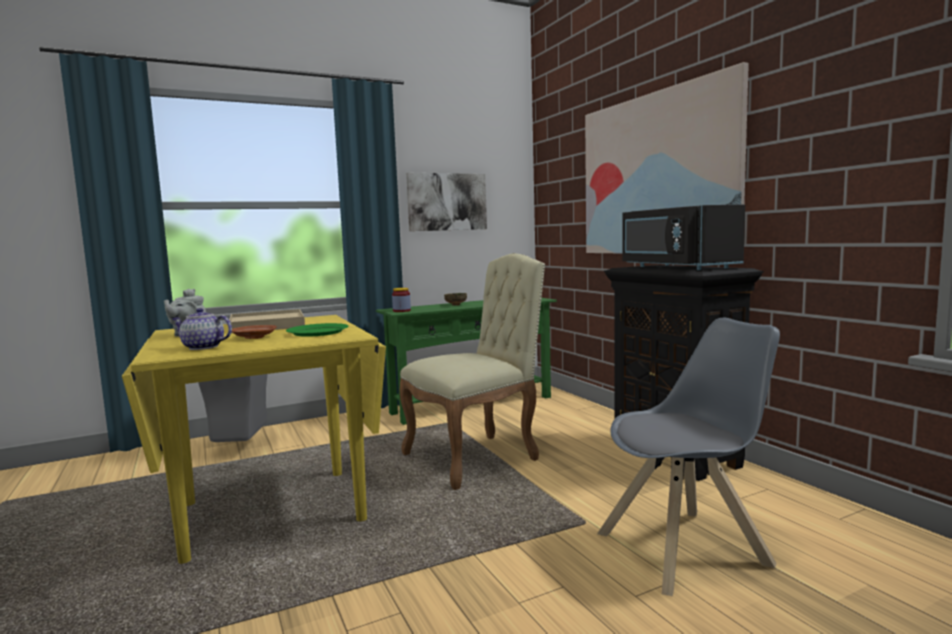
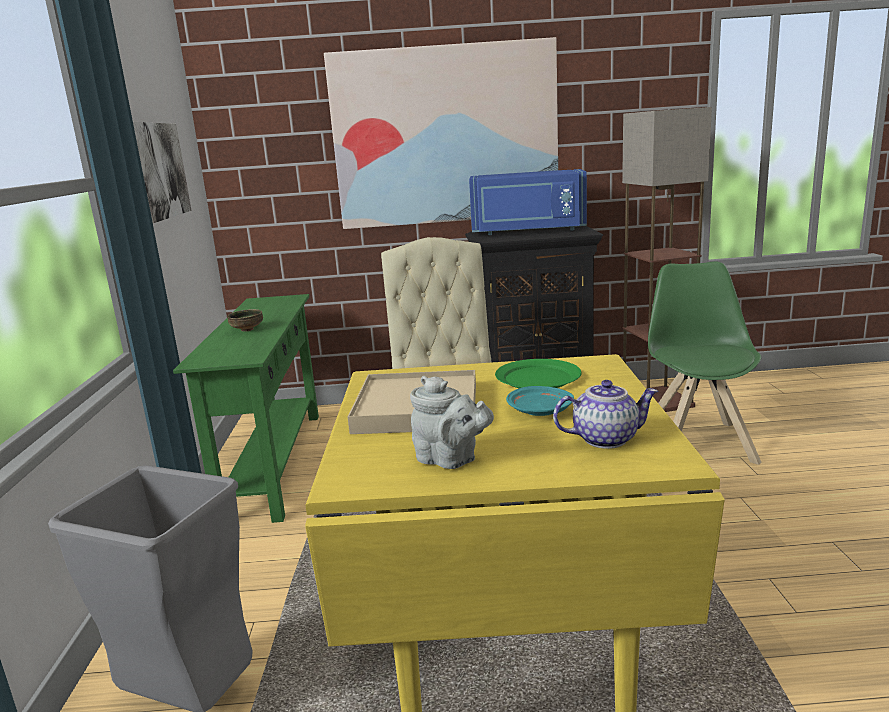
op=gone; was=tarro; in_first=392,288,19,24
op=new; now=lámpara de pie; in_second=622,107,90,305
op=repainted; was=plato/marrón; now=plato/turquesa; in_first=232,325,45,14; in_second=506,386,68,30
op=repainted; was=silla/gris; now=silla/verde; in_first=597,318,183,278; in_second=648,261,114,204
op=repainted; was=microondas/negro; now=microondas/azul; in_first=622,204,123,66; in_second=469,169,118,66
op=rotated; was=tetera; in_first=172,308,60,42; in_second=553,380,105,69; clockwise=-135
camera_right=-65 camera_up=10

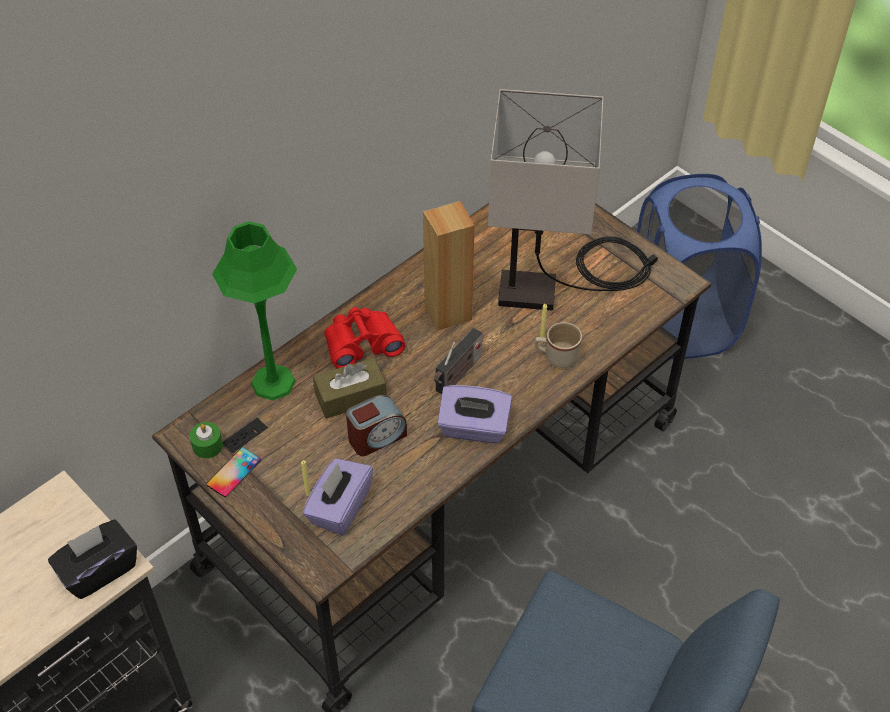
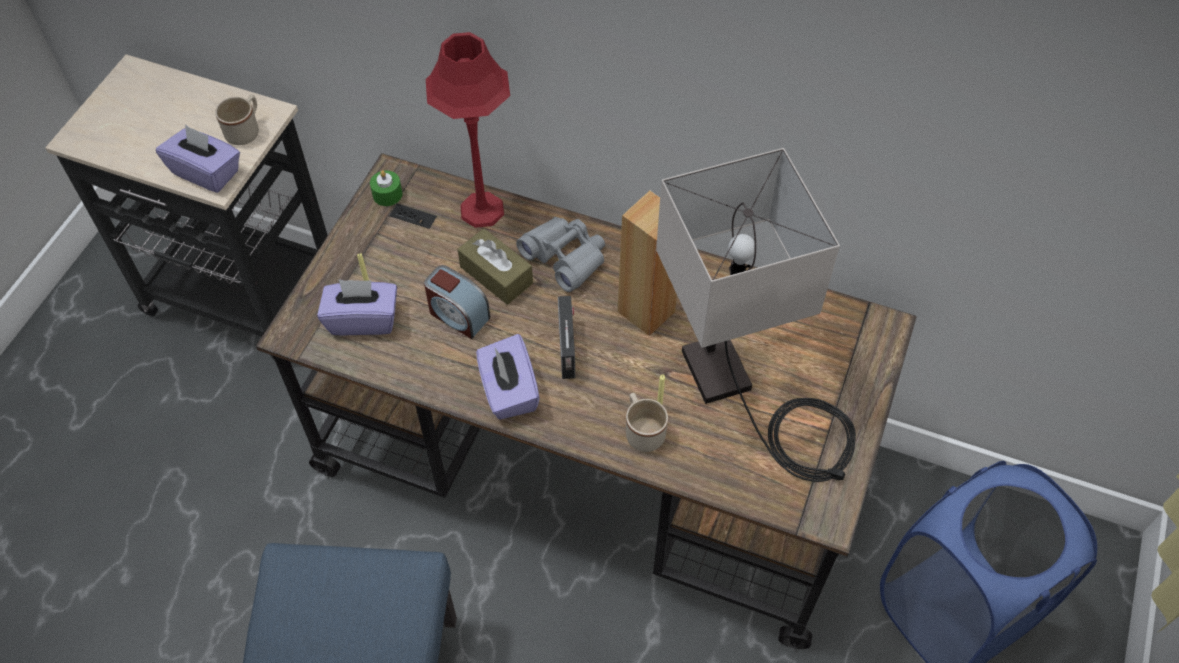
op=gone; was=móvil; in_first=206,447,55,50
op=new; now=taza grande/beis; in_second=215,94,44,51
op=repainted; was=caja de pañuelos/negro; now=caja de pañuelos/morado; in_first=48,520,89,79; in_second=156,124,84,69
op=repainted; was=lámpara de mesa/verde; now=lámpara de mesa/rojo; in_first=212,221,85,180; in_second=426,32,84,196
op=repainted; was=prismáticos/rojo; now=prismáticos/gris; in_first=324,307,81,62; in_second=516,217,89,75
op=rotated; was=radio; in_first=434,328,48,66; in_second=558,296,17,83; clockwise=-105
camera_right=65 camera_up=5

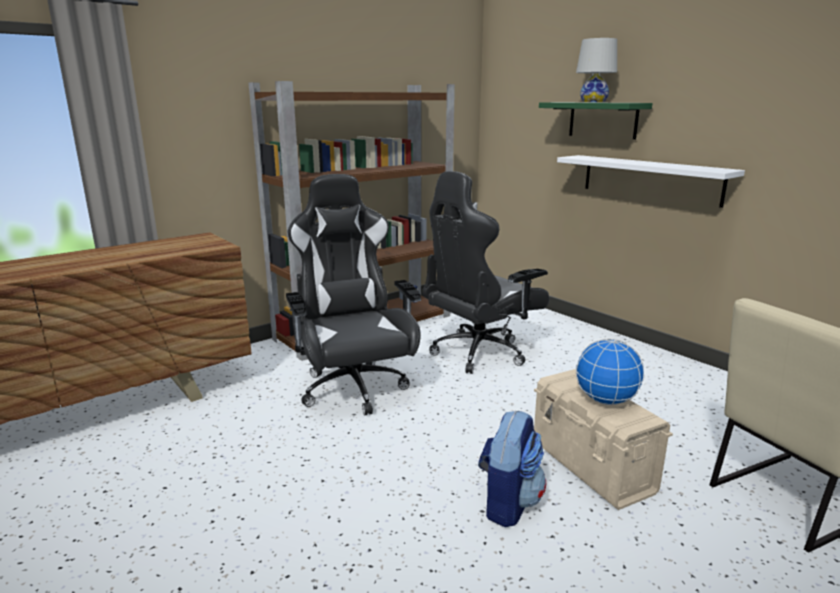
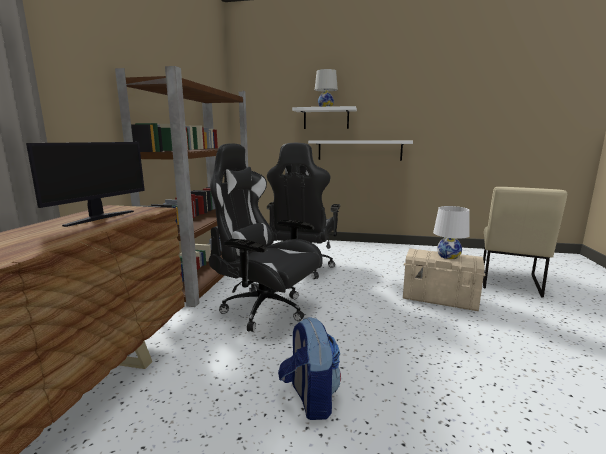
op=new; now=monitor; in_second=26,142,119,85
op=shifted; was=mochila; in_first=478,410,68,117; in_second=278,318,63,102
op=swapped; was=globo terráqueo; now=lámpara de mesa/blanco; in_first=575,339,70,66; in_second=433,206,37,53
op=repainted; was=estante/verde; now=estante/blanco; in_first=539,102,114,38; in_second=292,106,65,23
camera_right=-40 camera_up=-5

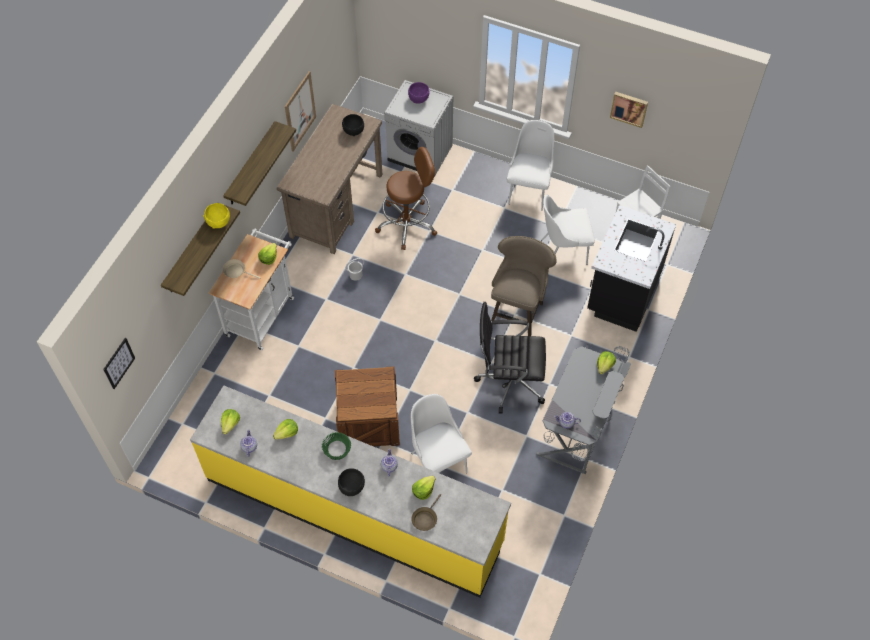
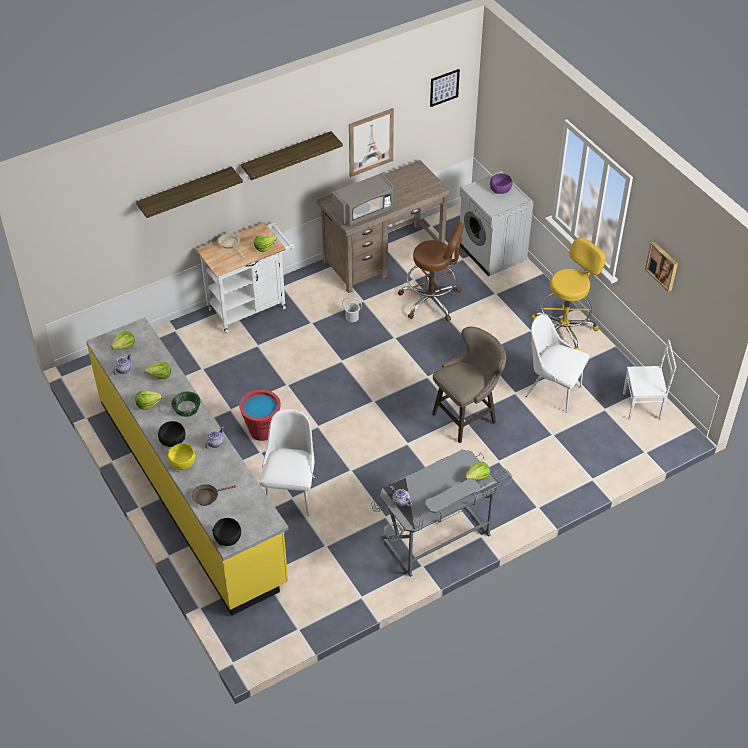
op=gone; was=silla de oficina/negro; in_first=474,302,72,112
op=gone; was=mueble bajo de cocina/negro; in_first=587,205,89,127
op=new; now=microondas/gris; in_second=332,173,61,53
op=shifted; was=cuadro; in_first=103,338,32,51; in_second=430,69,30,38
op=shifted; was=cuenco/amarillo; in_first=203,203,27,26; in_second=168,443,27,27
op=shifted; was=cuenco/negro; in_first=342,114,22,22; in_second=212,518,29,28
op=shifted; was=lechuga; in_first=412,476,24,24; in_second=135,390,27,20
op=swapped; was=caja de embalaje; now=cubo/rojo; in_first=335,366,65,80; in_second=239,389,42,52
op=swapped; was=silla/blanco; now=taburete/amarillo; in_first=507,120,47,91; in_second=531,237,75,113
camera_right=35 camera_up=-10

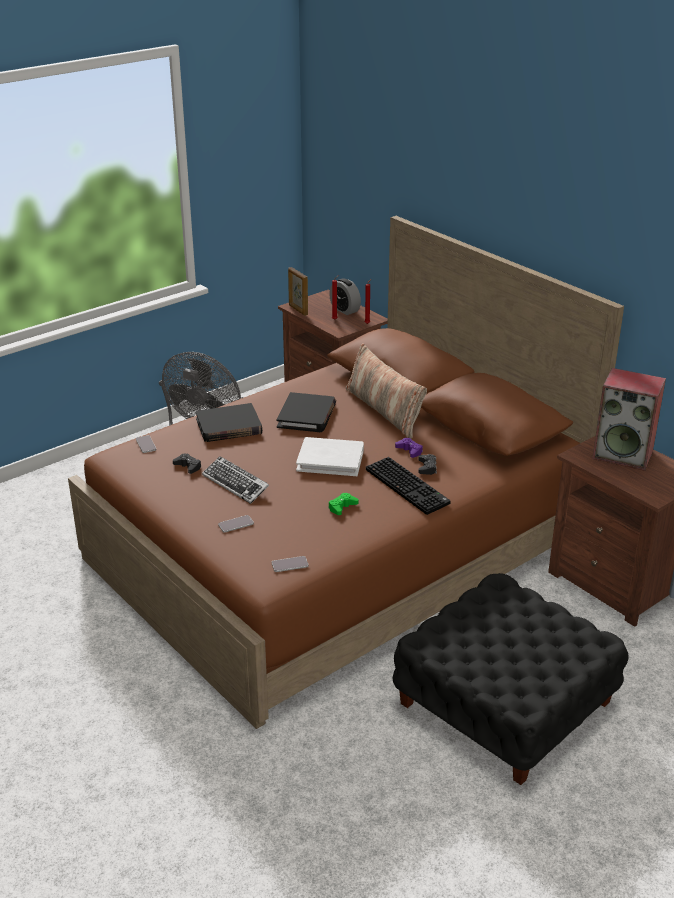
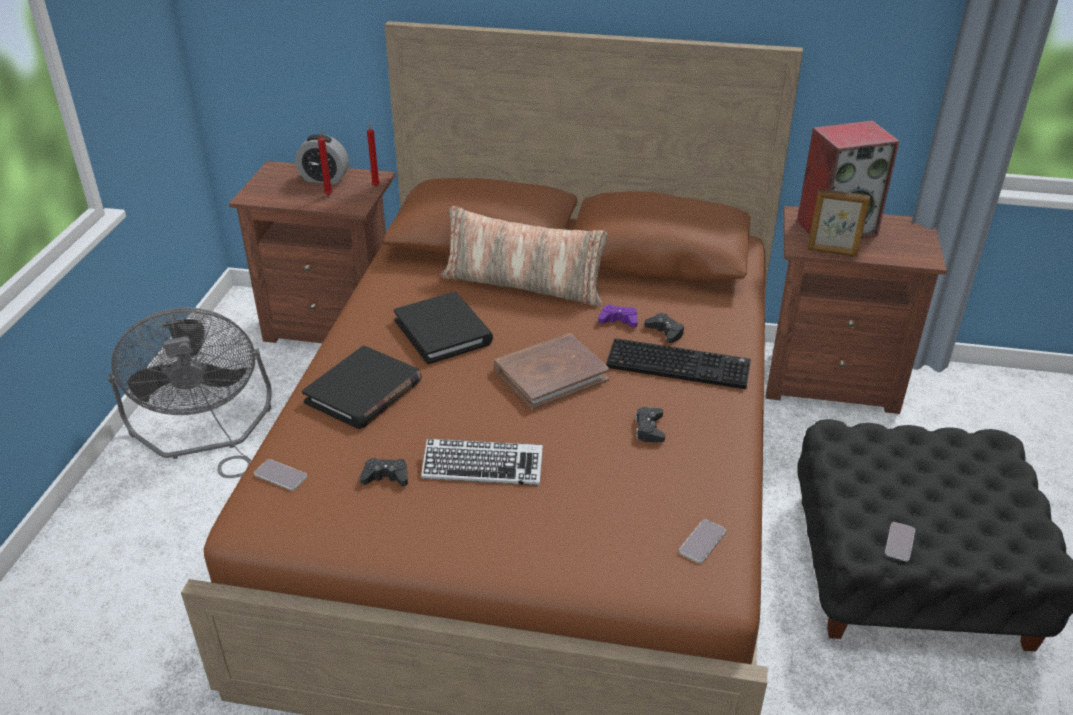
op=shifted; was=móvil; in_first=218,515,36,17; in_second=885,522,30,40
op=shifted; was=portarretratos; in_first=288,267,20,49; in_second=807,189,63,68
op=repainted; was=libro/blanco; now=libro/marrón; in_first=296,437,68,39; in_second=494,333,115,77
op=repainted; was=mando de consola/verde; now=mando de consola/negro; in_first=328,493,30,22; in_second=635,407,30,35
camera_right=-40 camera_up=5

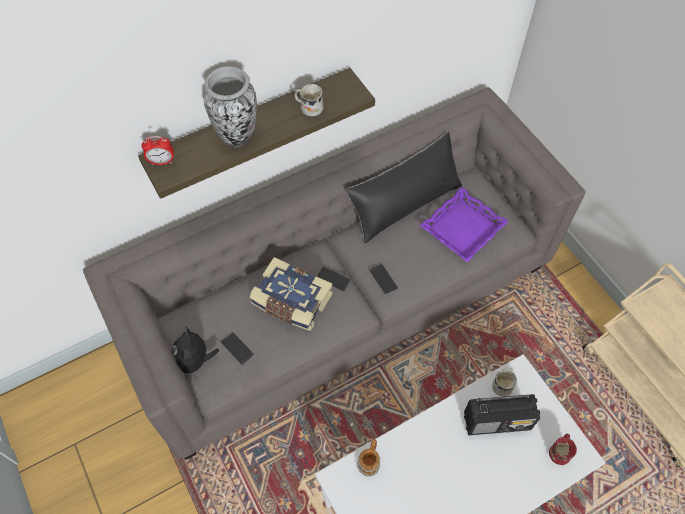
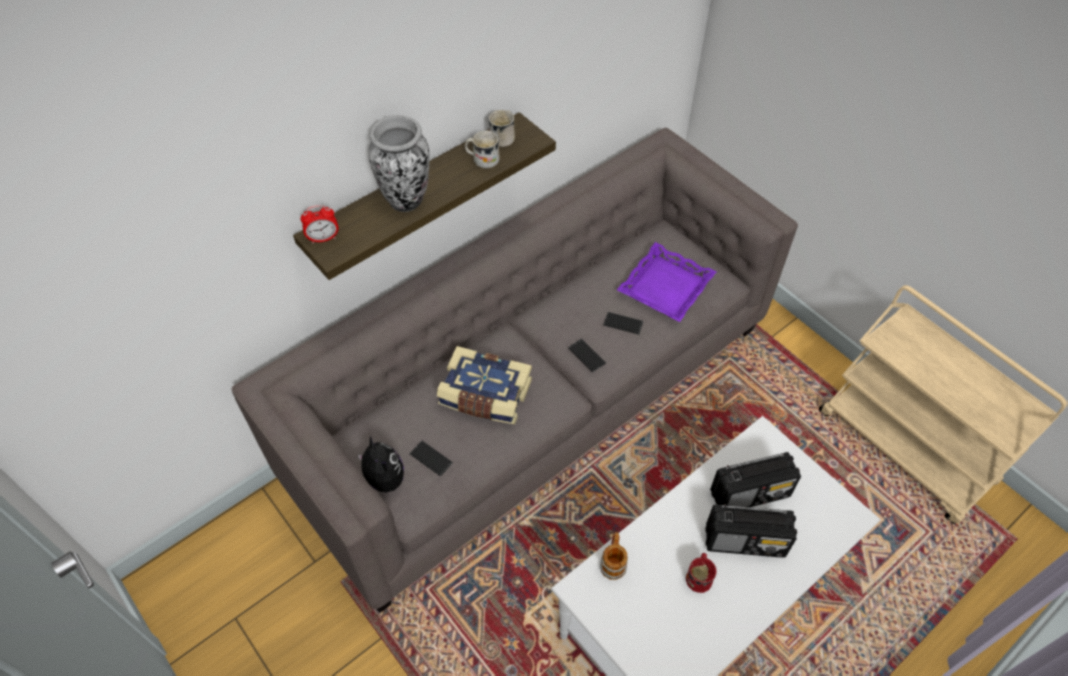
op=gone; was=cojín/negro; in_first=346,132,116,111
op=new; now=radio; in_second=705,504,92,54
op=shifted; was=móvil; in_first=317,267,34,24; in_second=603,312,41,23
op=shifted; was=taza grande/blanco; in_first=492,368,25,29; in_second=489,110,26,37
op=shifted; was=taza grande/rojo; in_first=549,434,28,31; in_second=686,553,31,40
op=rotated; was=peluche; in_first=171,327,49,47; in_second=358,436,46,56; clockwise=150
camera_right=-10 camera_up=-5

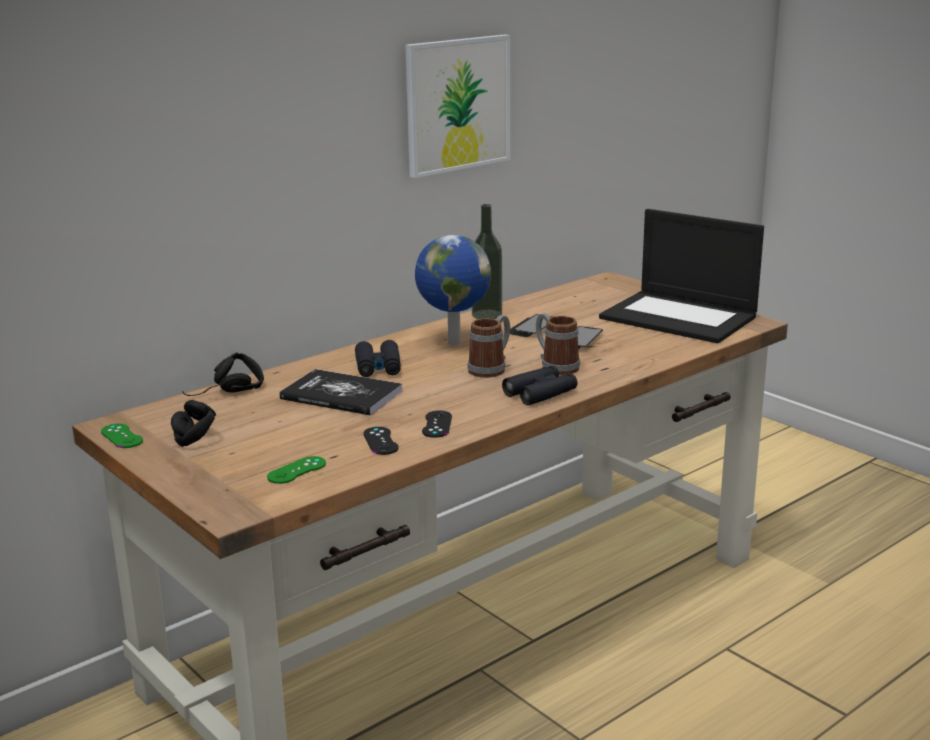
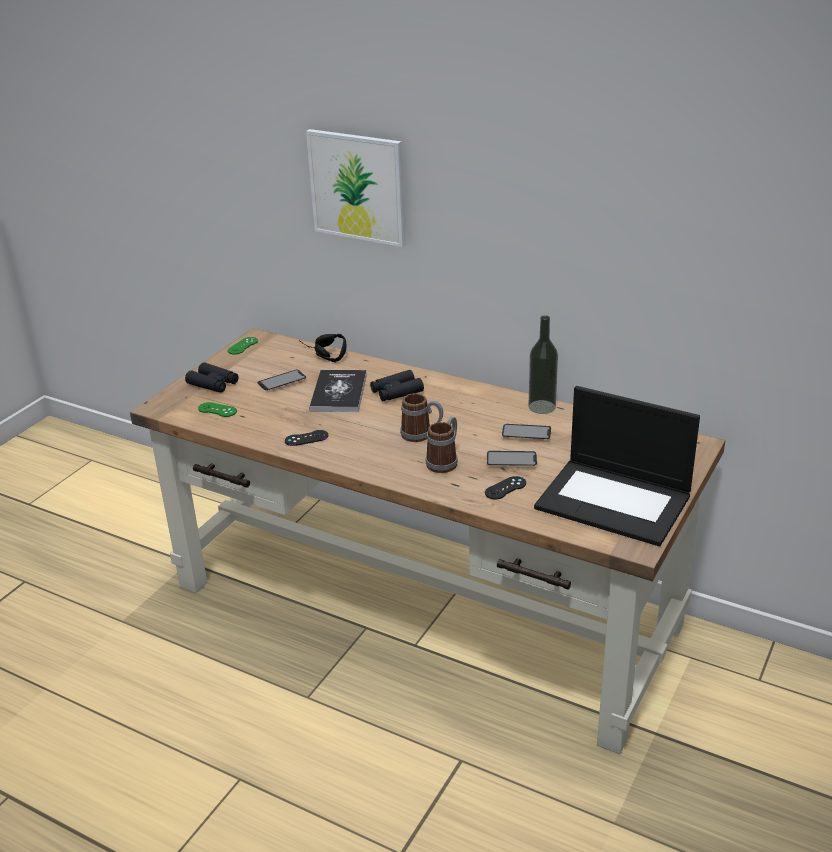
op=gone; was=auriculares/negro; in_first=171,400,45,47
op=gone; was=globo terráqueo; in_first=415,235,76,111
op=new; now=móvil; in_second=257,370,49,20
op=shifted; was=mando de consola/negro; in_first=363,427,36,28; in_second=485,476,41,23
op=shifted; was=cuadro; in_first=405,35,105,143; in_second=306,129,100,118
op=shifted; was=prismáticos/negro; in_first=502,366,75,39; in_second=185,362,54,31
op=rotated; was=portátil; in_first=599,209,165,134; in_second=534,386,166,160; clockwise=-75
camera_right=70 camera_up=10

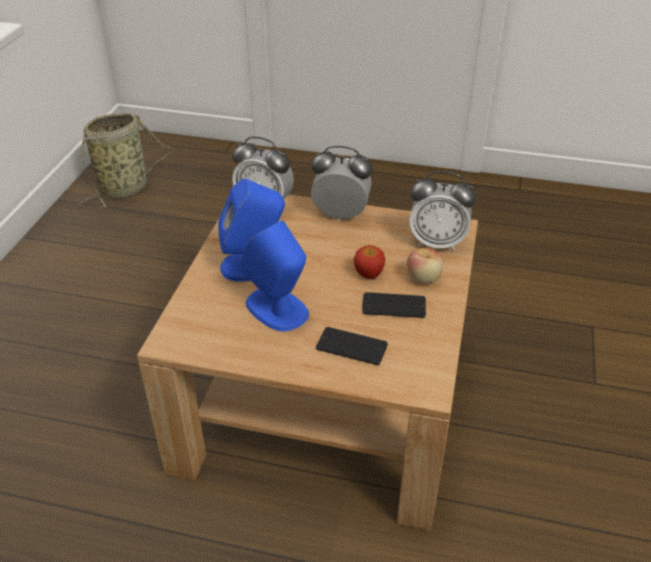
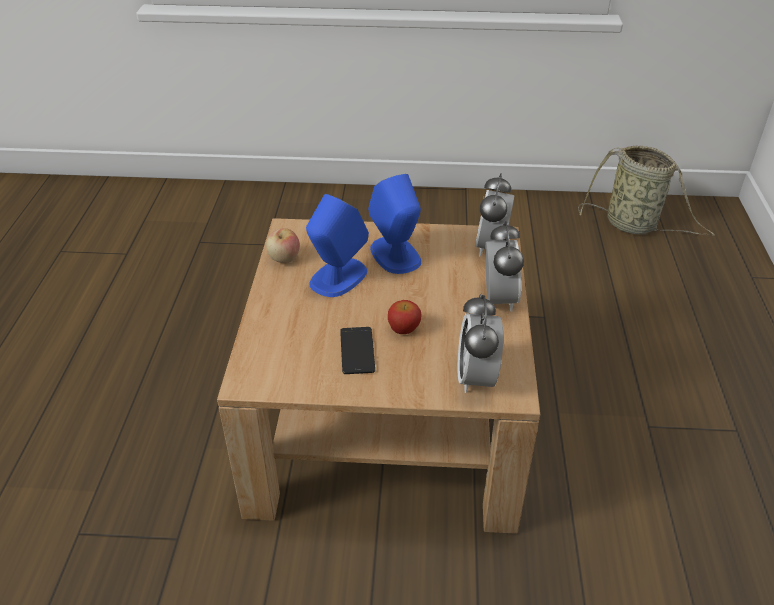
op=gone; was=móvil; in_first=316,327,72,38
op=shifted; was=manzana; in_first=407,248,36,35; in_second=266,228,34,35
camera_right=80 camera_up=0

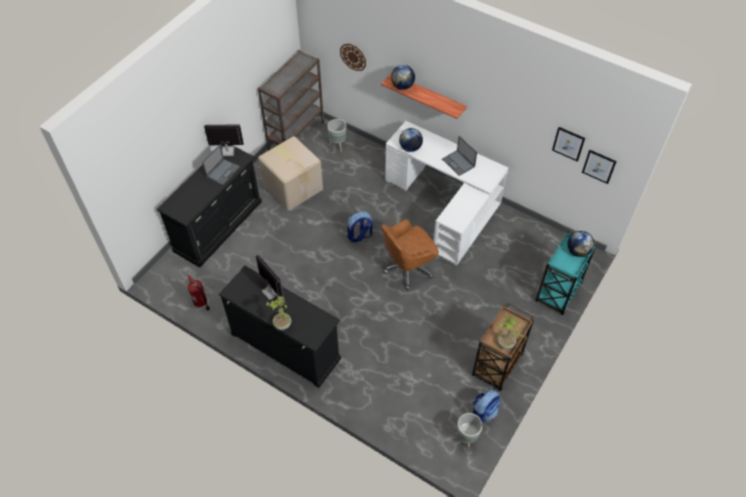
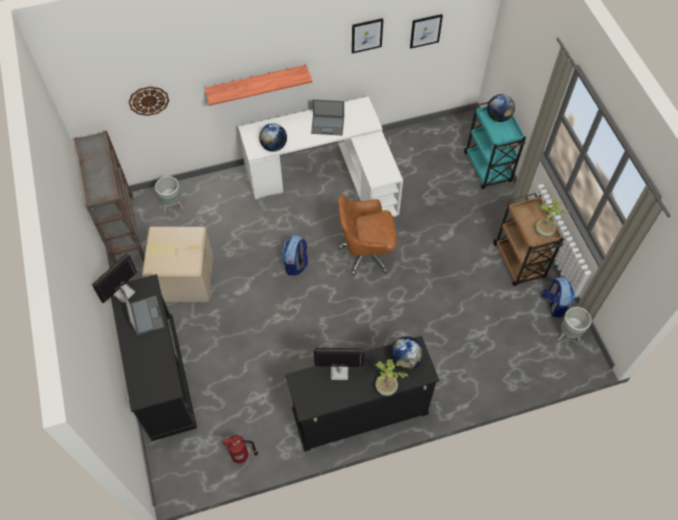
op=shifted; was=globo terráqueo; in_first=391,65,24,25; in_second=390,336,34,34
op=shifted; was=cuadro; in_first=582,150,35,34; in_second=352,18,31,35
op=rotated; was=silla de oficina/marrón; in_first=382,219,57,71; in_second=338,195,59,80; clockwise=75
camera_right=-50 camera_up=5

